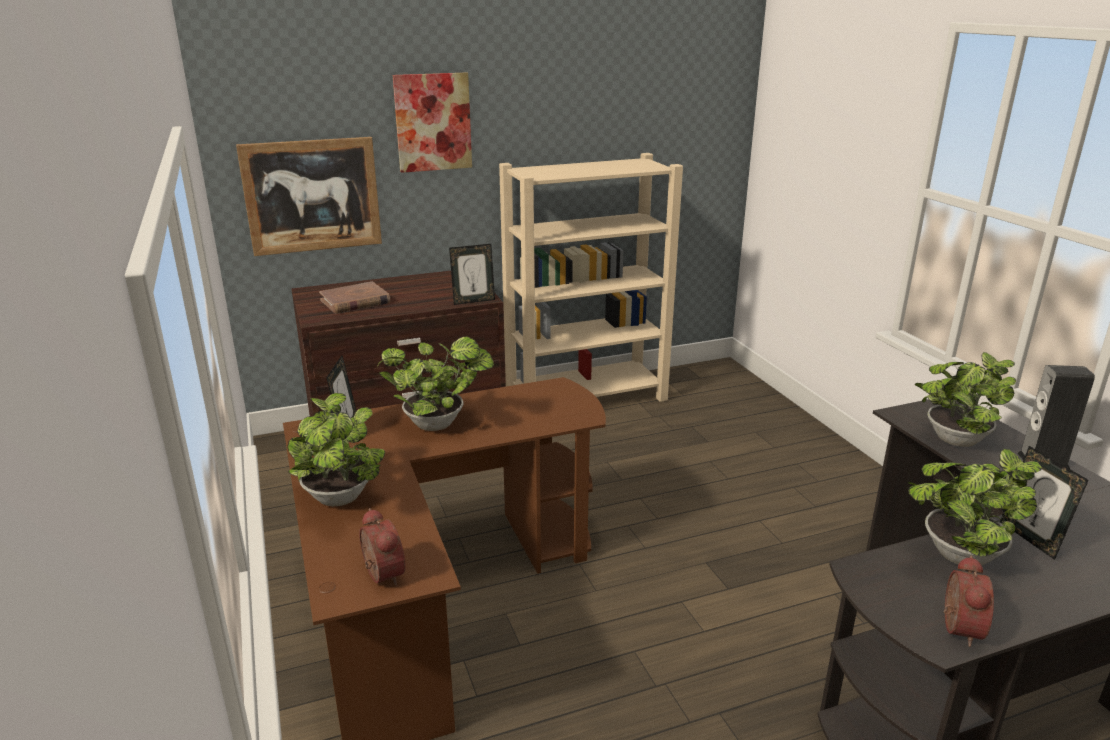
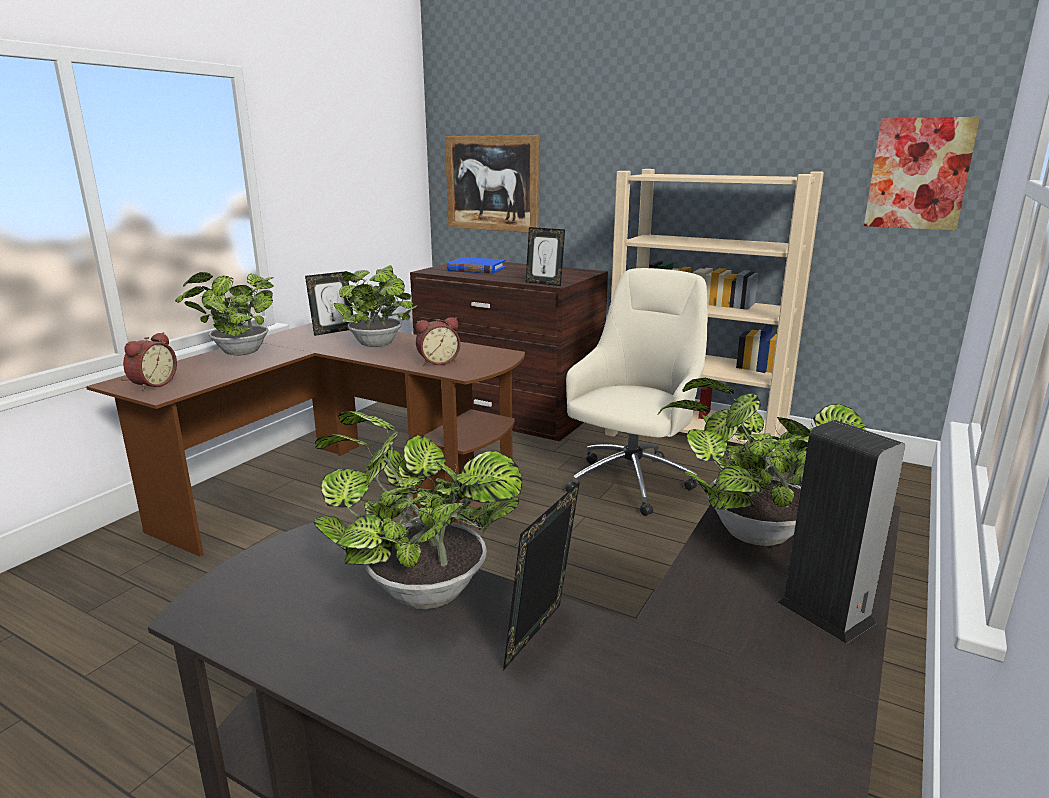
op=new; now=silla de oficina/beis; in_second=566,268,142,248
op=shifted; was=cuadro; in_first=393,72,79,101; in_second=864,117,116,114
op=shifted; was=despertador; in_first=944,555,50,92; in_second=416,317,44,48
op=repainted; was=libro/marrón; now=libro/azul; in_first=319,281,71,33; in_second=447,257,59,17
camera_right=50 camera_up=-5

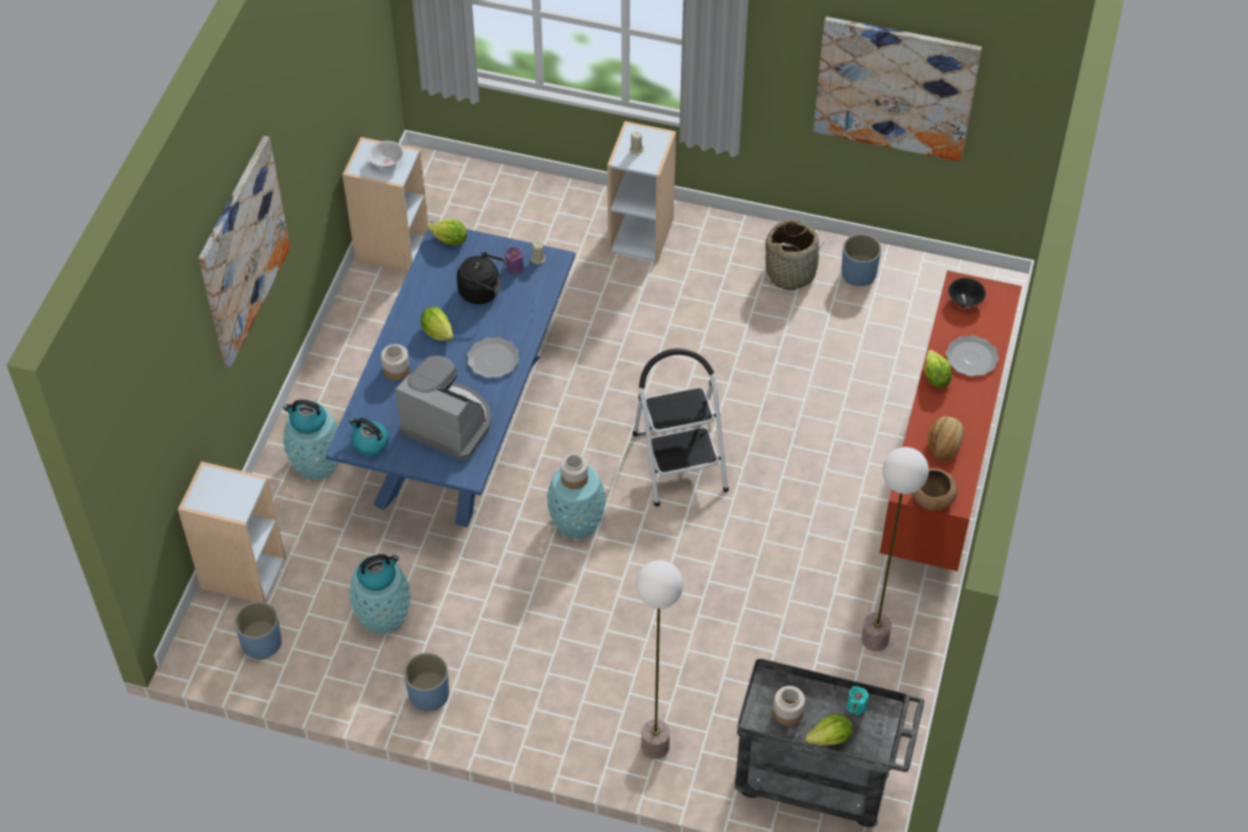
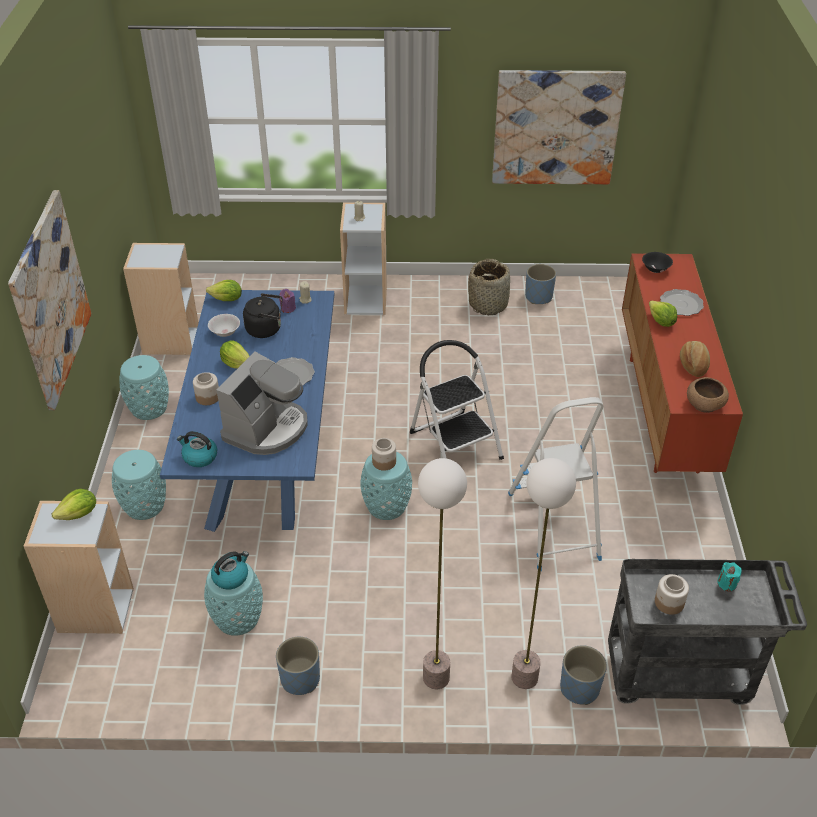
op=gone; was=hervidor; in_first=283,400,43,34
op=new; now=taburete/turquesa; in_second=119,355,50,65
op=new; now=escalera de tijera/blanco; in_second=508,397,95,174
op=shifted; was=maceta/azul; in_first=234,602,47,58; in_second=560,645,47,60
op=shifted; was=cuenco/blanco; in_first=368,141,36,27; in_second=208,314,32,23
op=shifted; was=lechuga; in_first=805,714,48,32; in_second=52,489,44,31
op=shifted; was=lámpara de pie; in_first=861,447,68,204; in_second=418,458,49,231
op=rotated; was=cafetera; in_first=395,356,96,104; in_second=216,352,92,103; clockwise=105
camera_right=-15 camera_up=-10

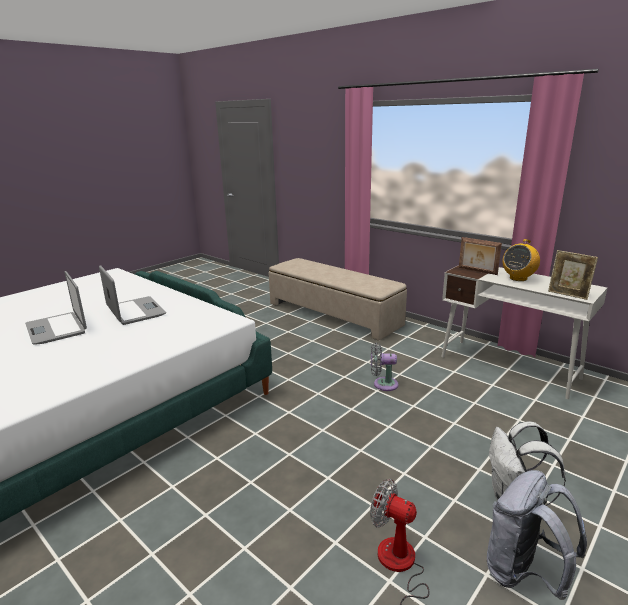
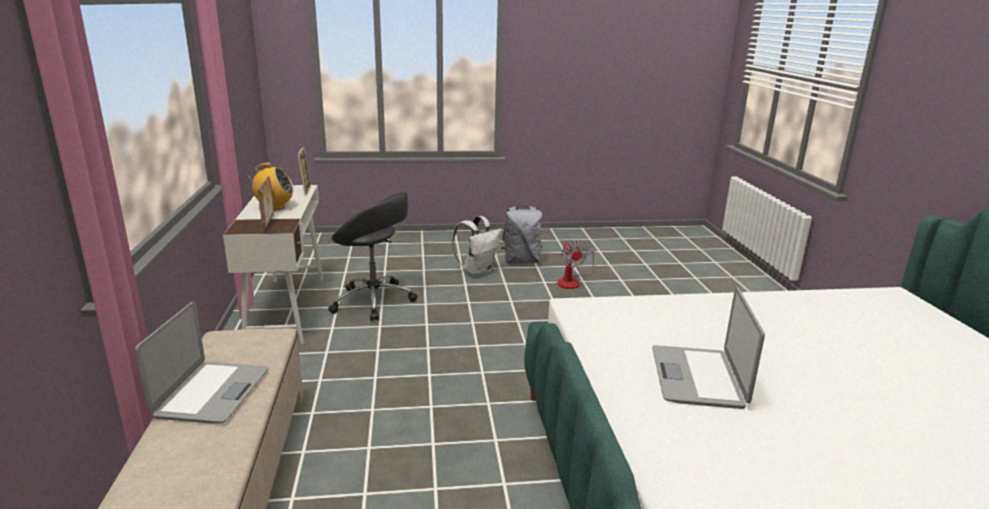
op=gone; was=ventilador/gris; in_first=371,342,28,49
op=new; now=silla de oficina/negro; in_second=328,192,90,129
op=shifted; was=portátil; in_first=25,271,62,74; in_second=135,302,134,122
camera_right=-140 camera_up=0

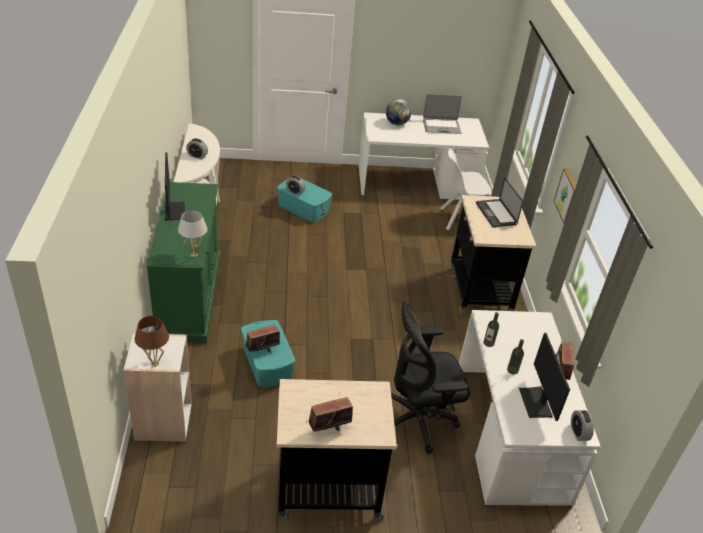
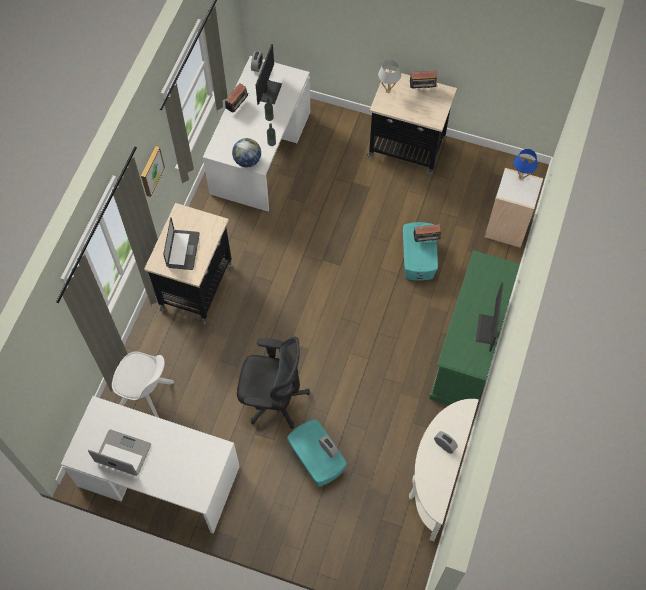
op=shifted; was=lámpara de mesa/blanco; in_first=178,210,29,47; in_second=378,60,23,33
op=shifted; was=globo terráqueo; in_first=386,99,25,26; in_second=232,138,29,29
op=shifted; was=silla de oficina/negro; in_first=391,302,79,152; in_second=237,337,73,92
op=repainted; was=lámpara de mesa/marrón; now=lámpara de mesa/azul; in_first=135,316,34,51; in_second=514,149,24,31
camera_right=-155 camera_up=25

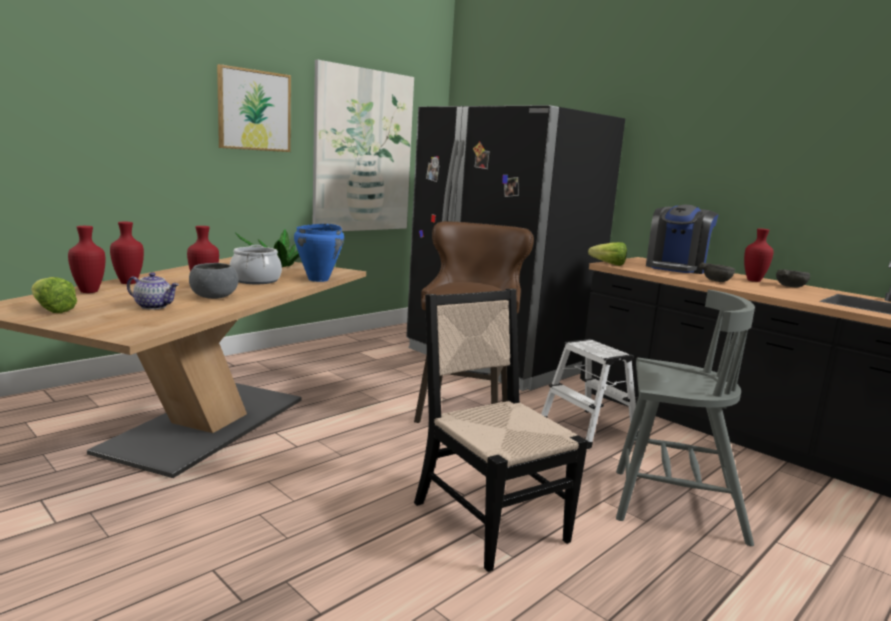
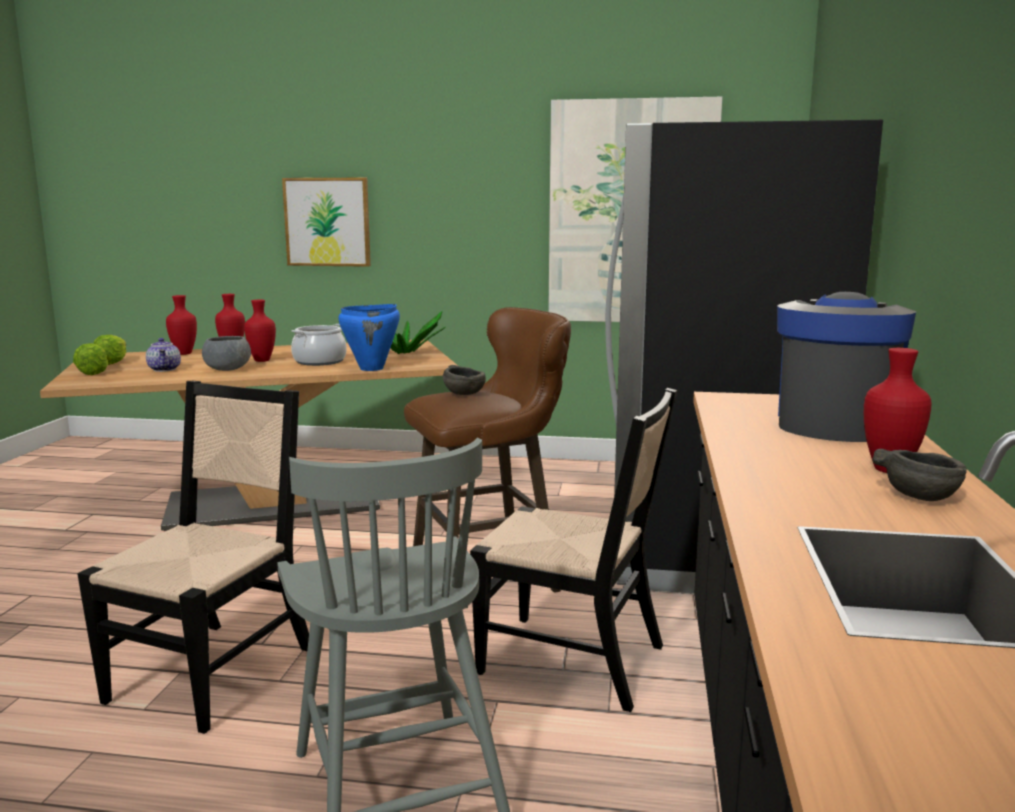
op=shifted; was=cuadro; in_first=217,64,74,88; in_second=282,178,89,89
op=shifted; was=lechuga; in_first=588,242,39,24; in_second=73,343,35,32
op=shifted; was=cuenco/gris; in_first=699,263,36,19; in_second=443,365,43,30
op=swapped; was=escalera de tijera/blanco; now=silla; in_first=541,339,98,110; in_second=470,388,207,324
op=rotated; was=cafetera; in_first=646,205,73,69; in_second=777,292,139,150; clockwise=120
camera_right=55 camera_up=0

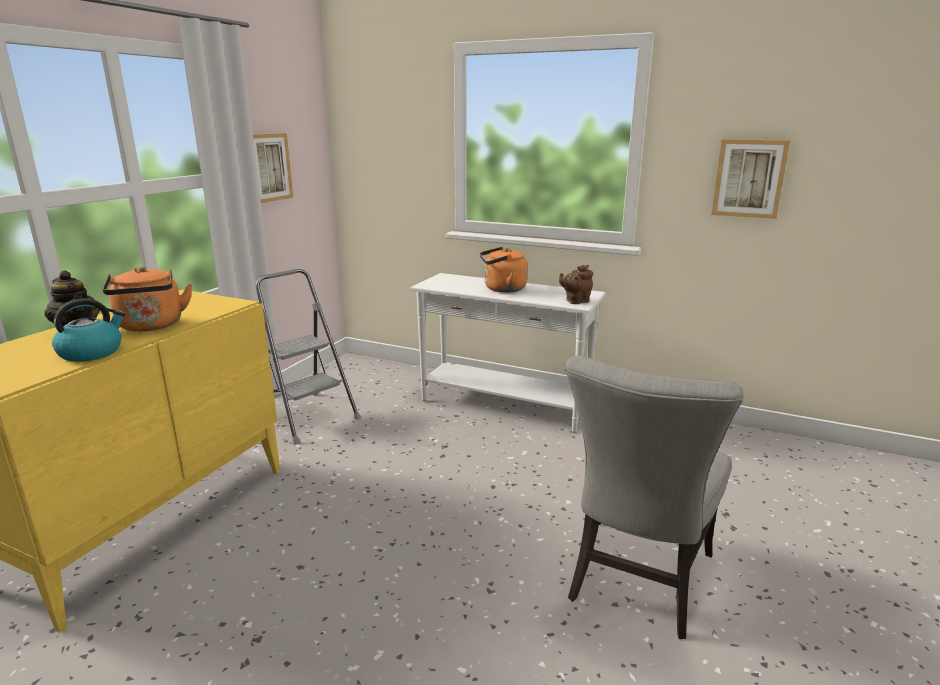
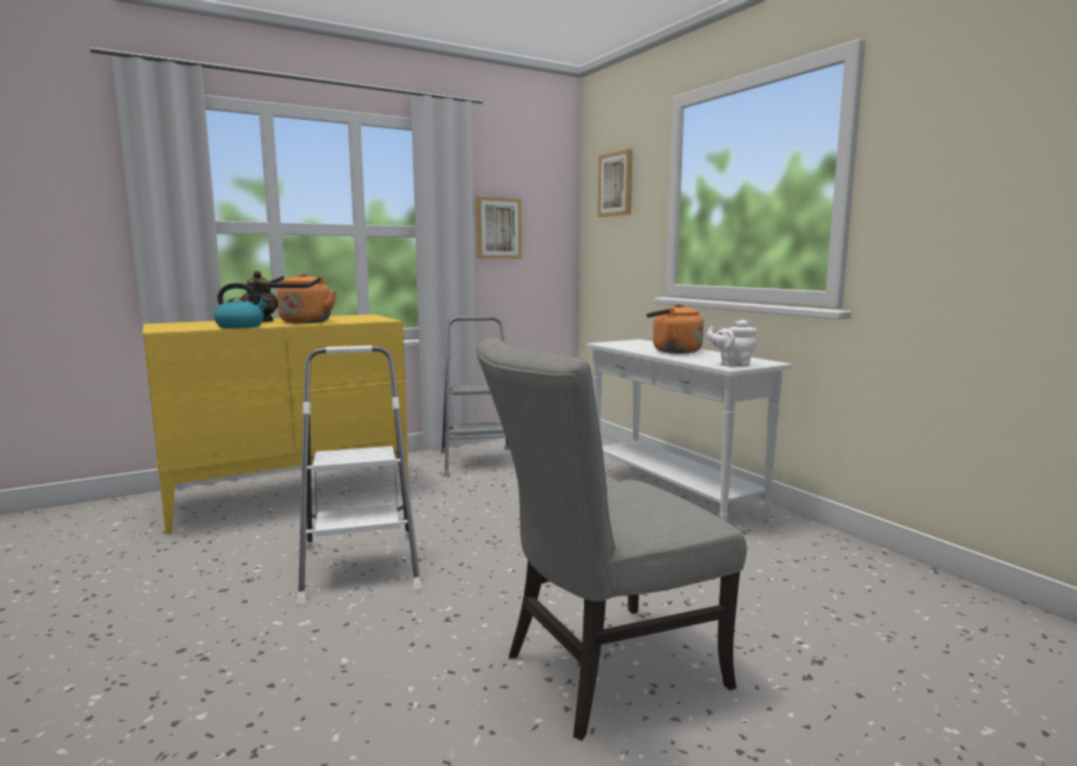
op=new; now=escalera de tijera/blanco; in_second=295,345,128,260
op=shifted; was=cuadro; in_first=711,139,79,80; in_second=598,149,35,68
op=repainted; was=tetera/marrón; now=tetera/blanco; in_first=559,265,34,39; in_second=707,319,50,48
camera_right=35 camera_up=-10

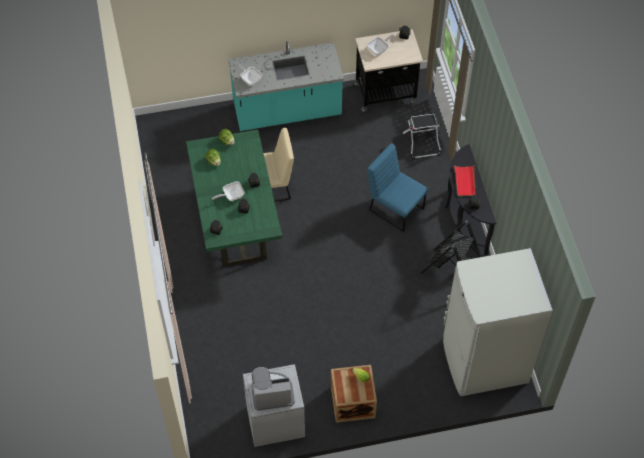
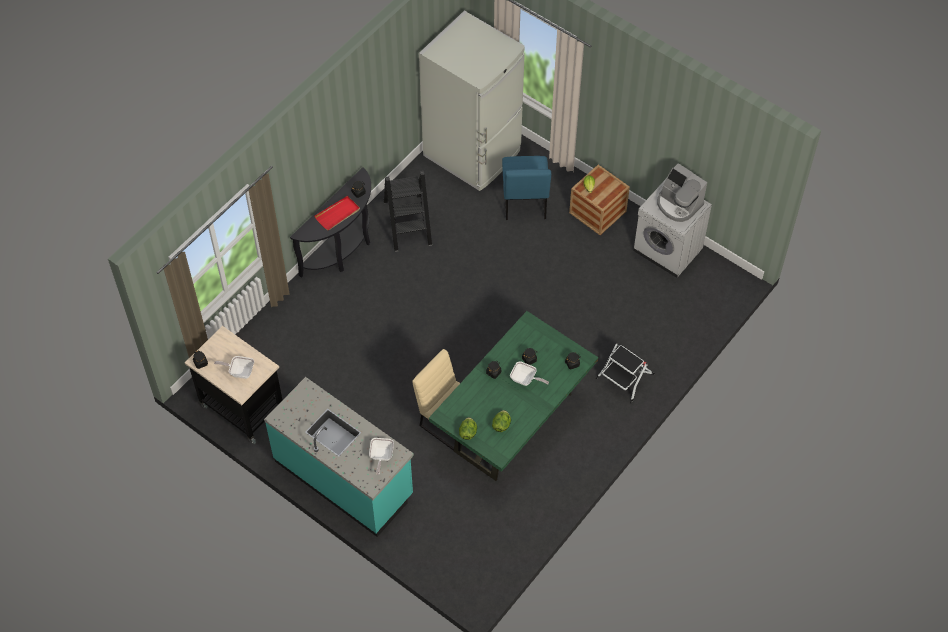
op=shifted; was=silla/azul; in_first=368,143,60,89; in_second=502,156,49,64
op=shifted; was=escalera de tijera; in_first=402,114,40,46; in_second=596,343,59,60
camera_right=-130 camera_up=0

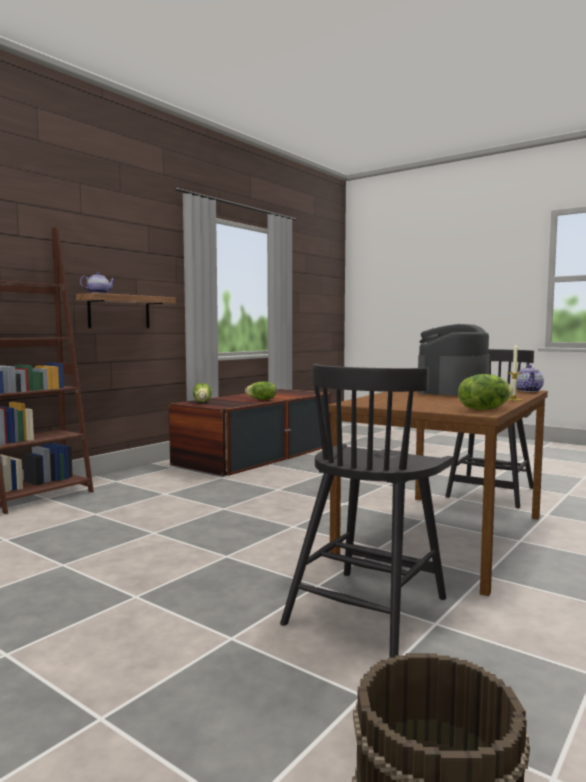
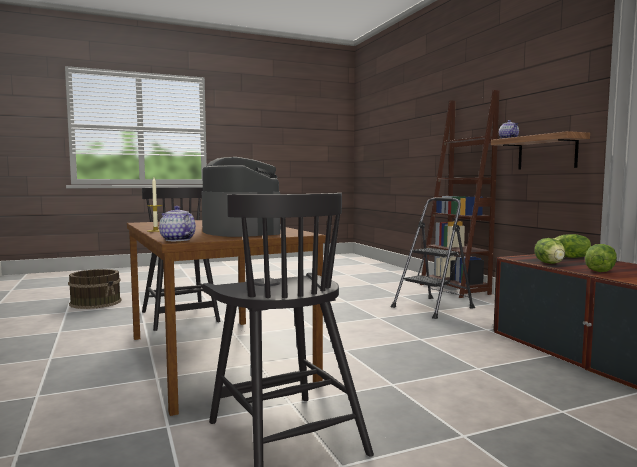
op=new; now=escalera de tijera/negro; in_second=391,197,84,122
op=shifted; was=lechuga; in_first=458,374,55,36; in_second=535,238,30,26
camera_right=120 camera_up=0

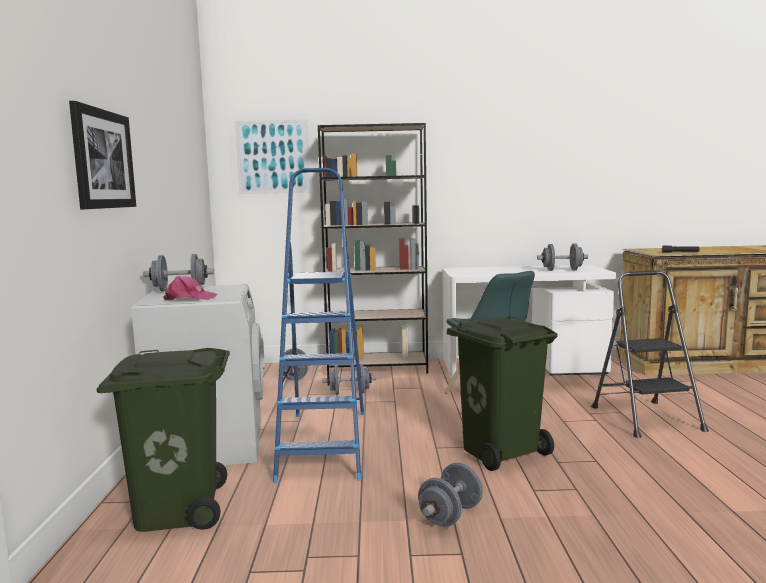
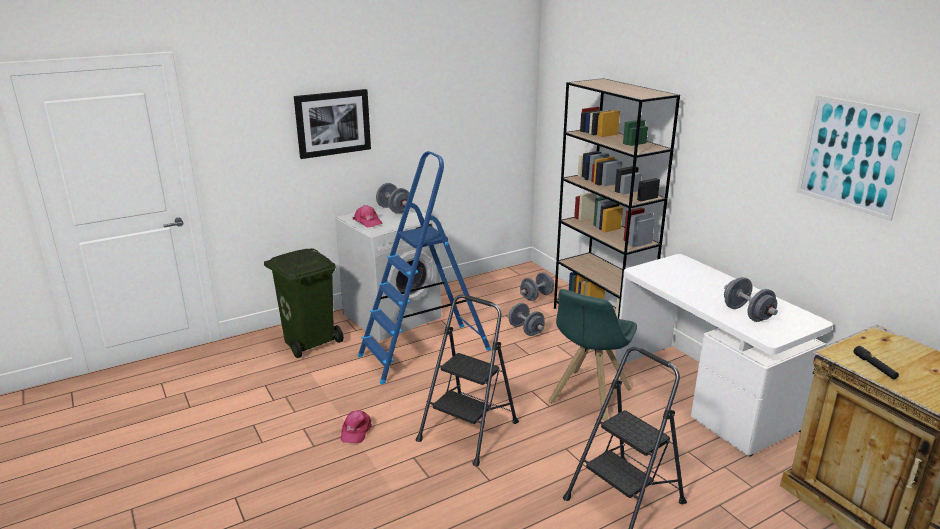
op=shifted; was=cuadro; in_first=235,119,75,75; in_second=797,95,123,126
op=swapped; was=mancuerna/gris; now=gorra/rosa; in_first=418,462,65,65; in_second=341,410,31,33
op=swapped; was=papelera/verde; now=escalera de tijera/negro; in_first=447,316,111,155; in_second=416,295,103,171
camera_right=60 camera_up=15

